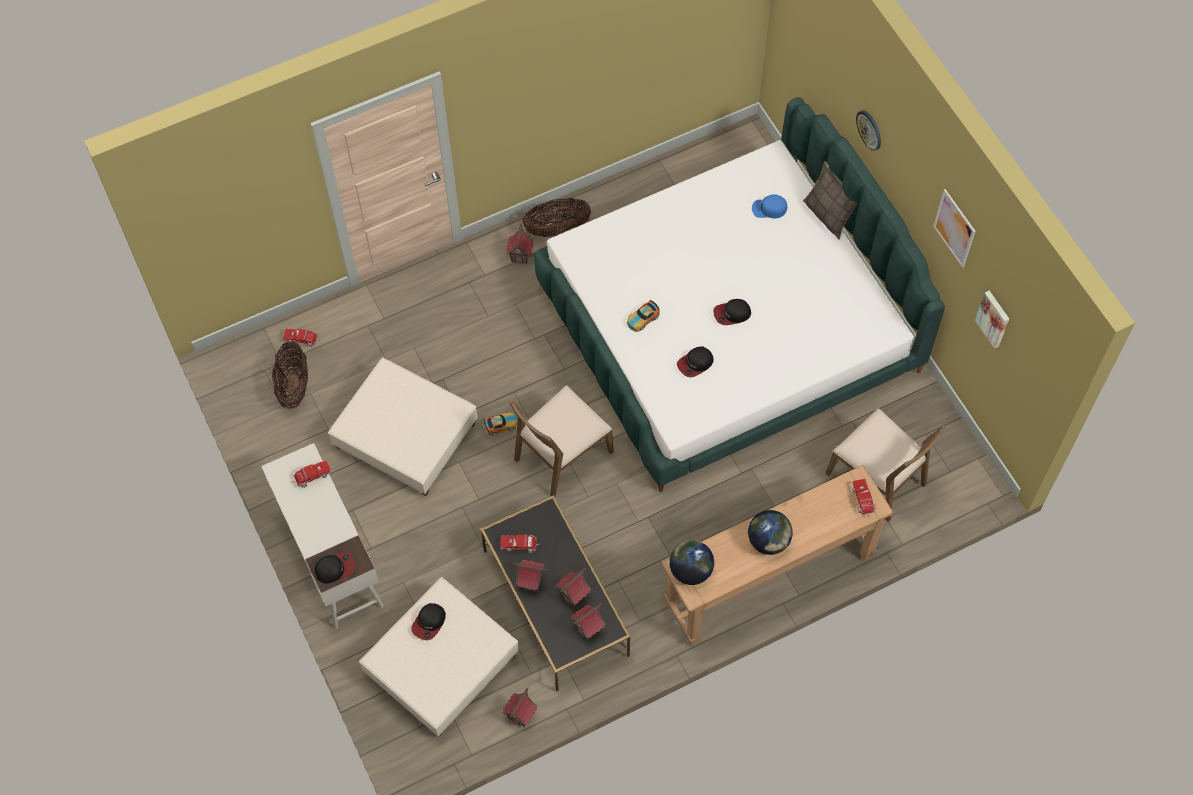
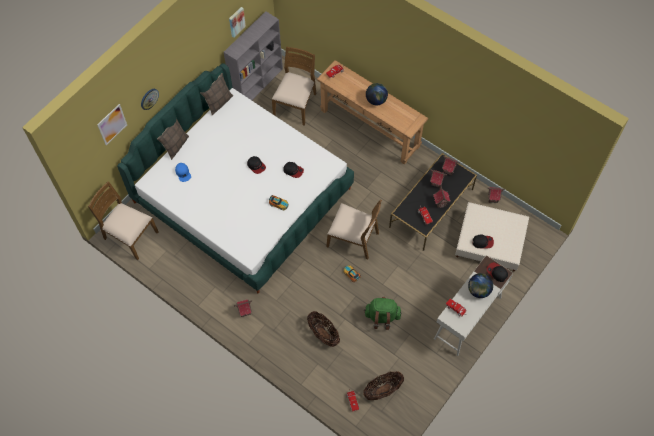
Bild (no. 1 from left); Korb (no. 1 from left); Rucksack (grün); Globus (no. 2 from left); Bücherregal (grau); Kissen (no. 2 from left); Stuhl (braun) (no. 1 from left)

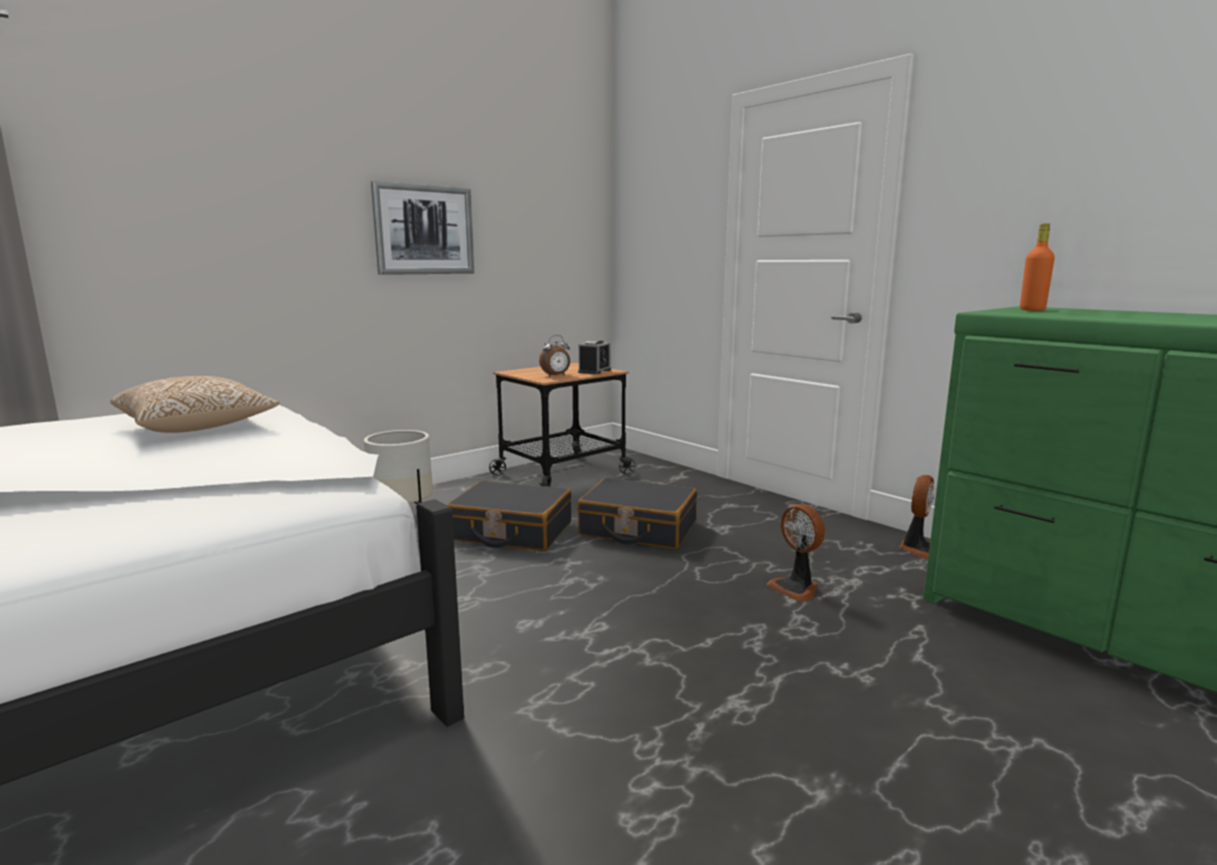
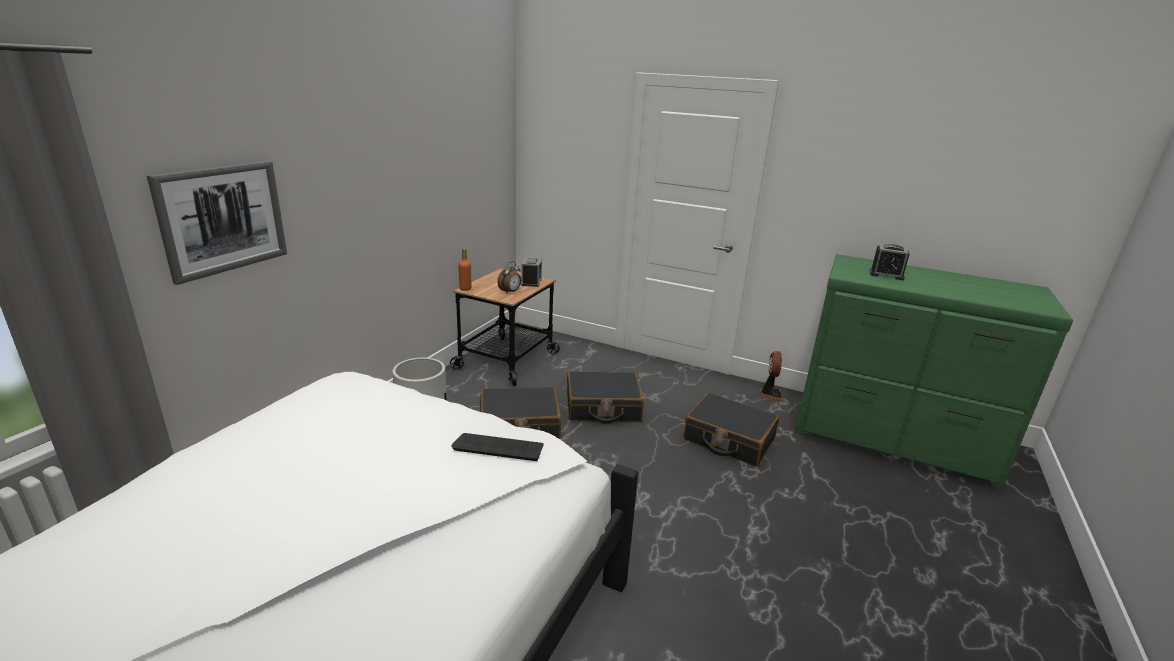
Bild; Flasche (orange); Kissen; Koffer (schwarz) (no. 3 from left); Wecker (no. 3 from left); Tastatur

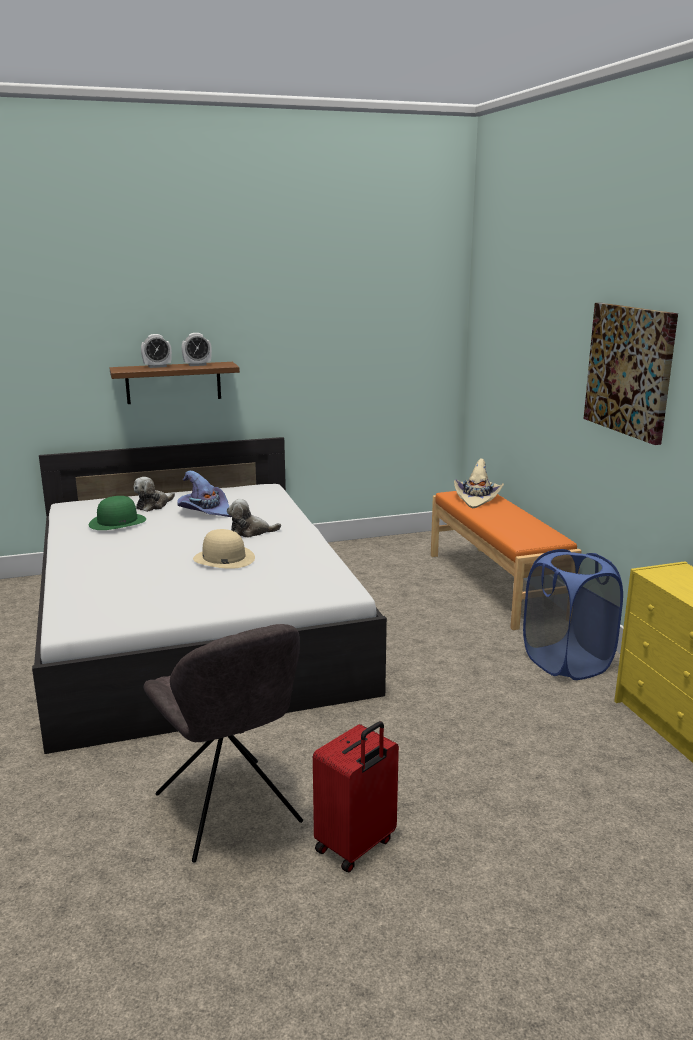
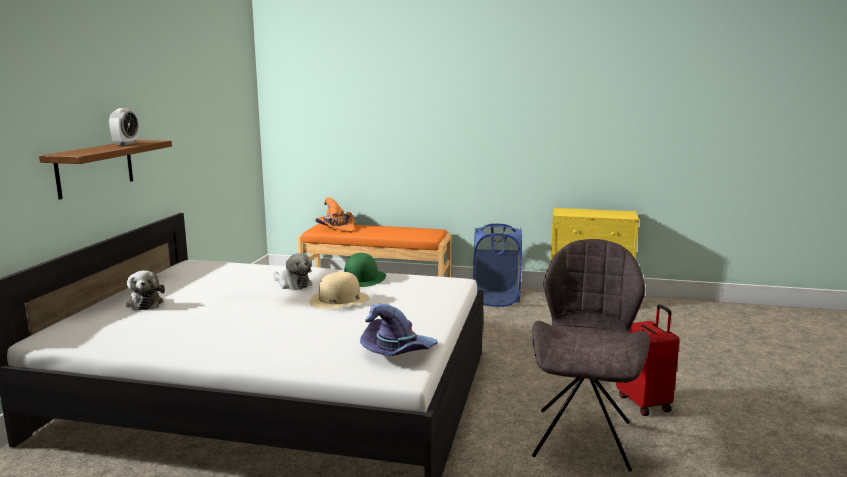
Bild; Wecker (no. 1 from left in the first image); Hut (orange); Hut (lila); Hut (grün); Plüschtier (no. 2 from left); Stuhl (grau)

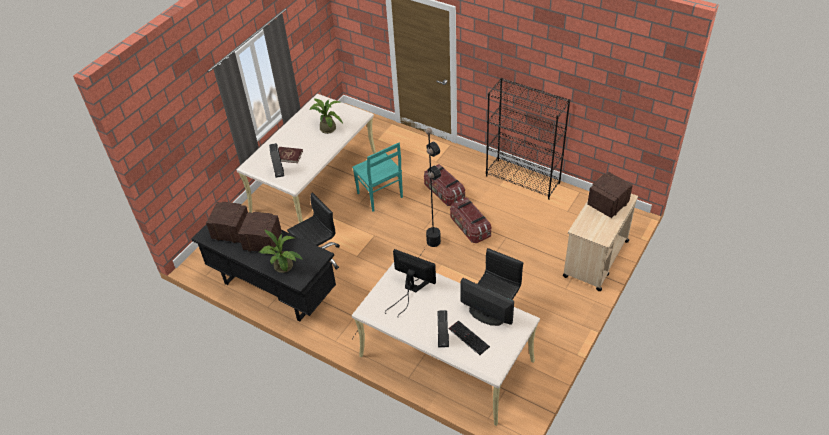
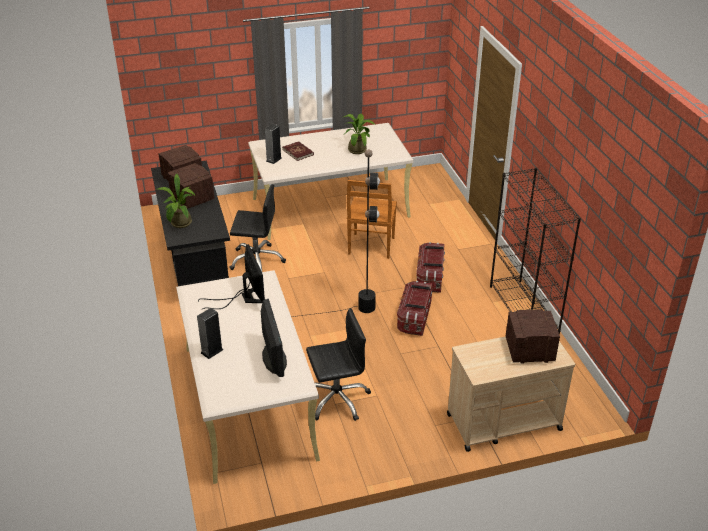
Stuhl (braun); Tastatur

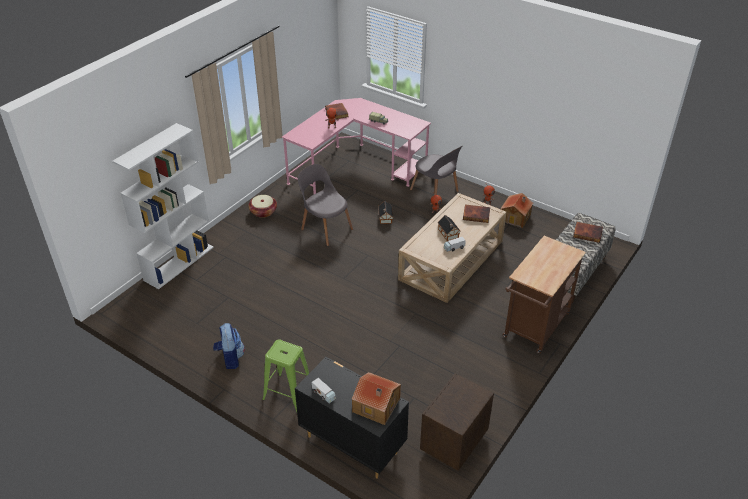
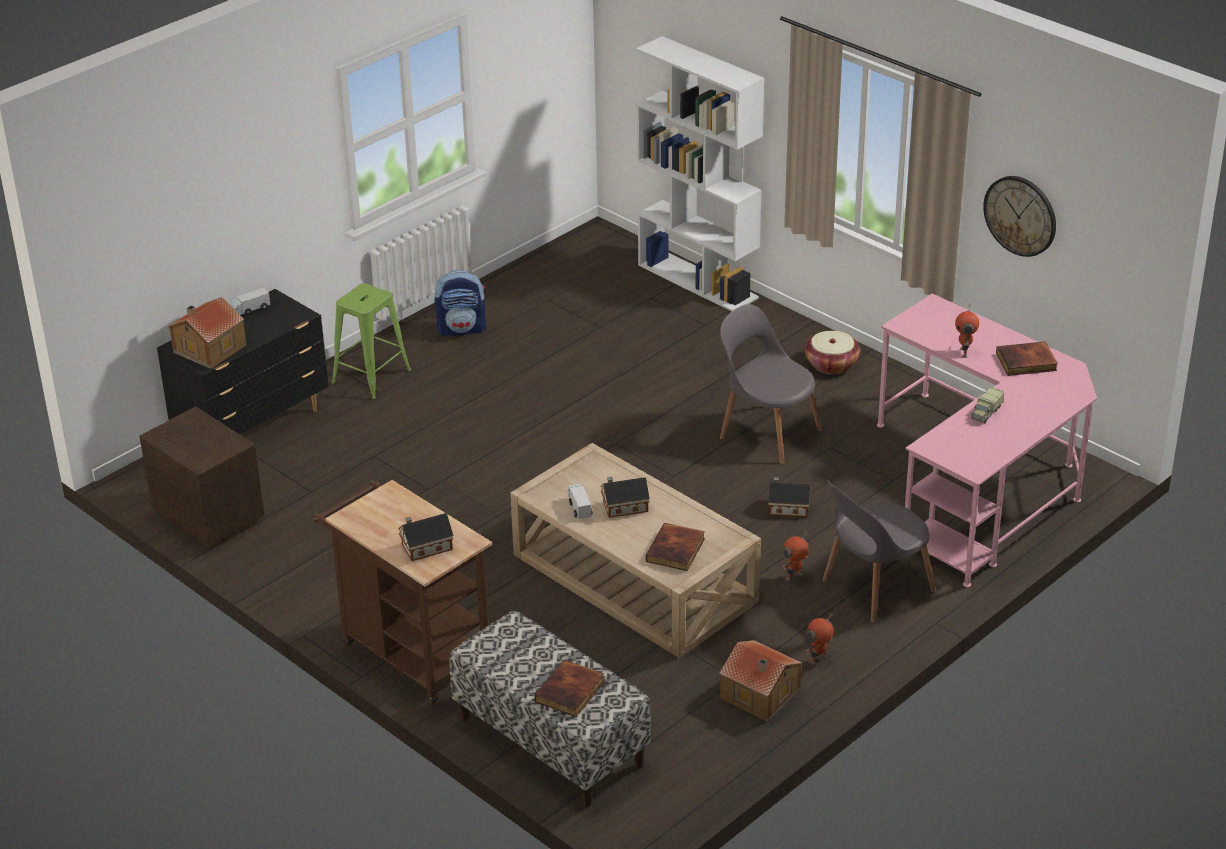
Stuhl (grau) (no. 1 from left); Wanduhr; Spielzeughaus (no. 2 from left)

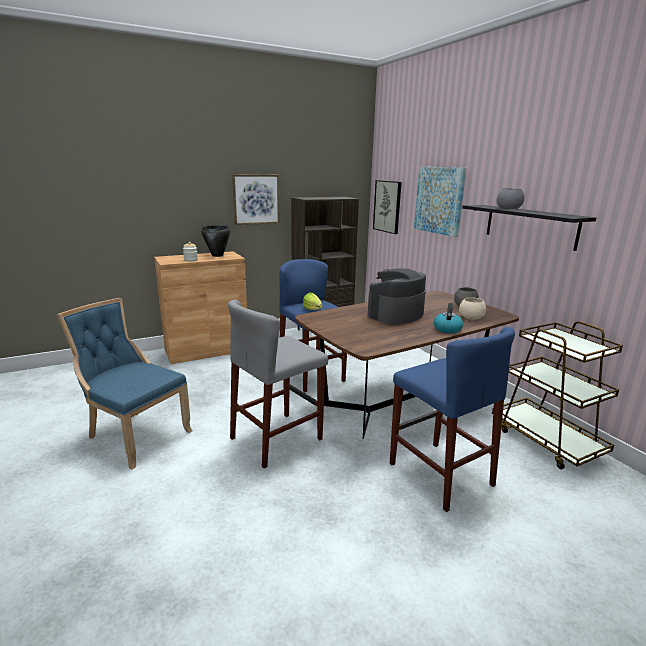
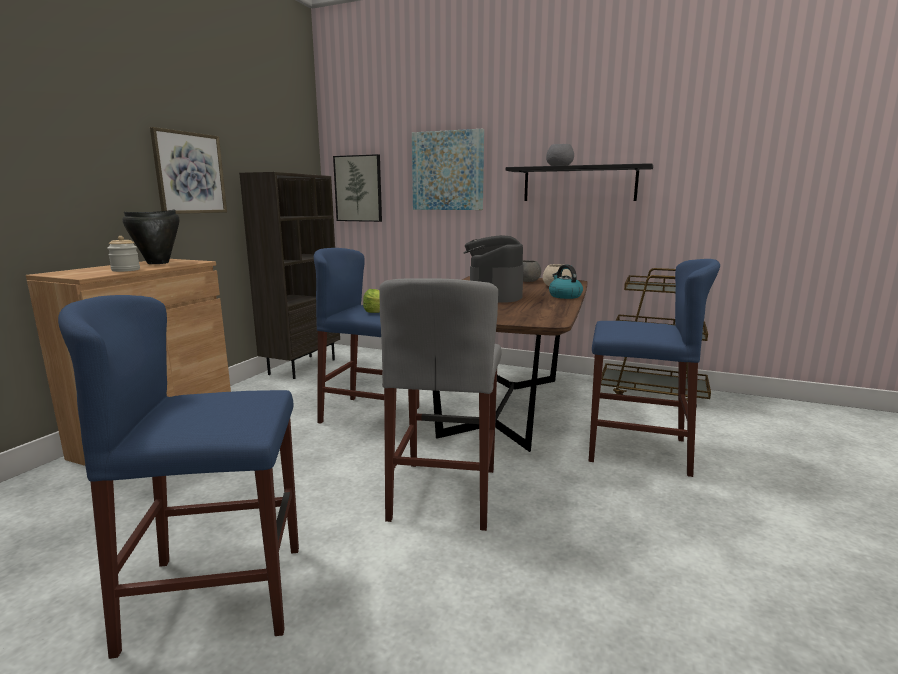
Hocker (blau) (no. 1 from left)

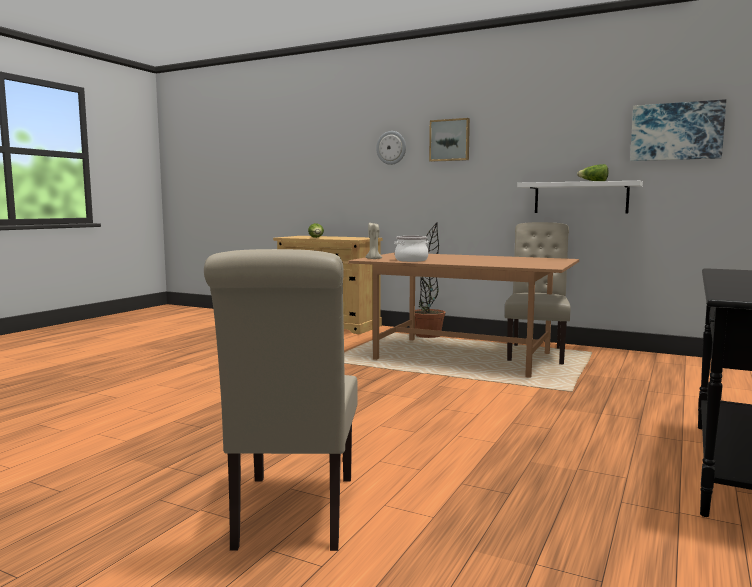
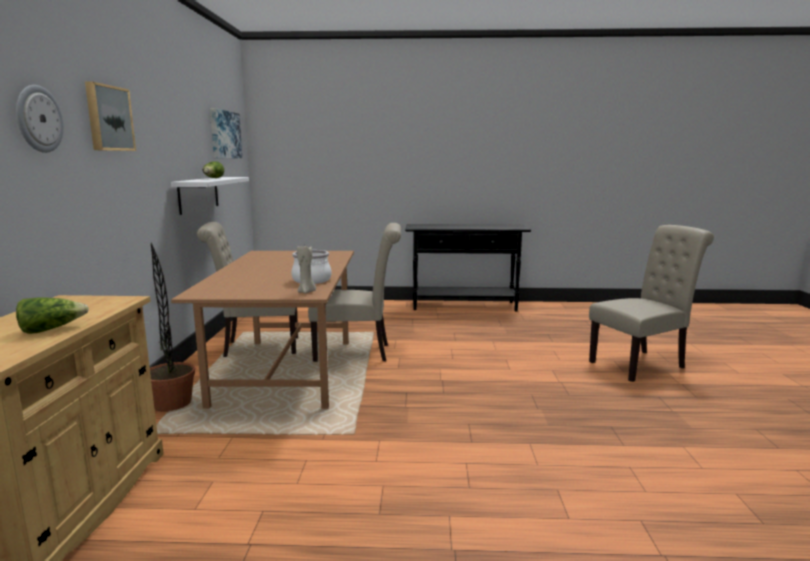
Stuhl (beige) (no. 2 from left)

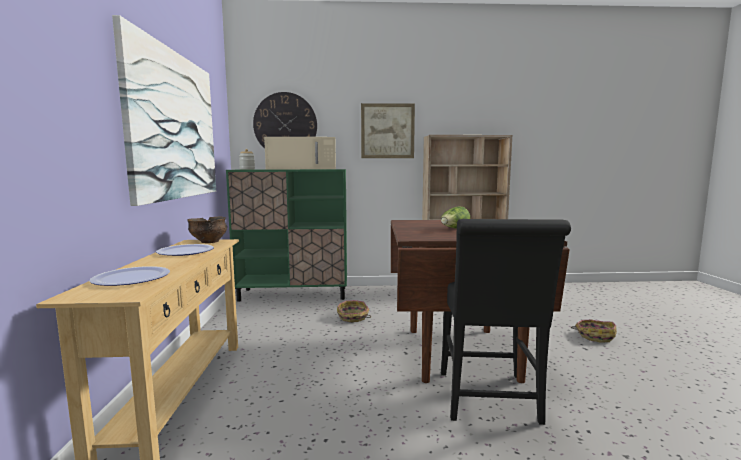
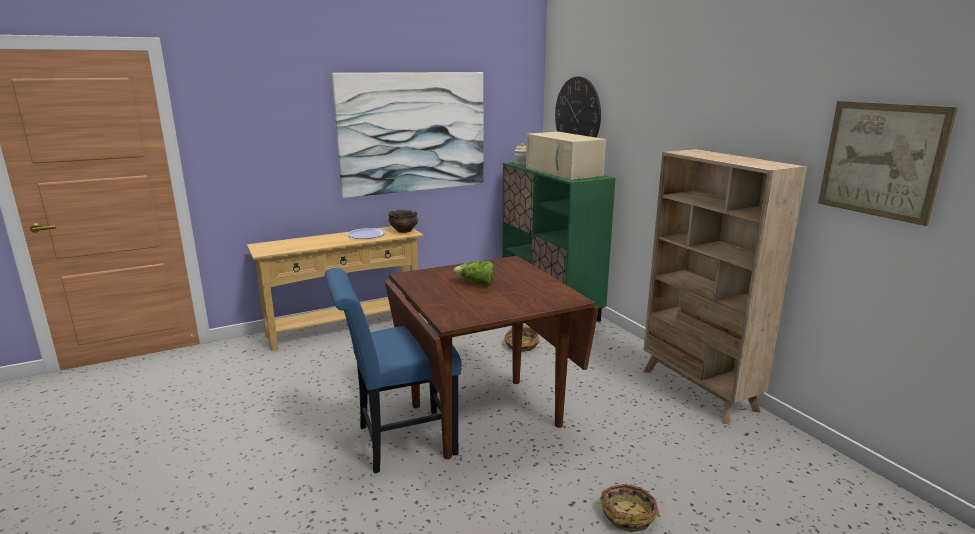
Bild (no. 2 from left); Stuhl (blau); Teller (no. 1 from left in the first image)

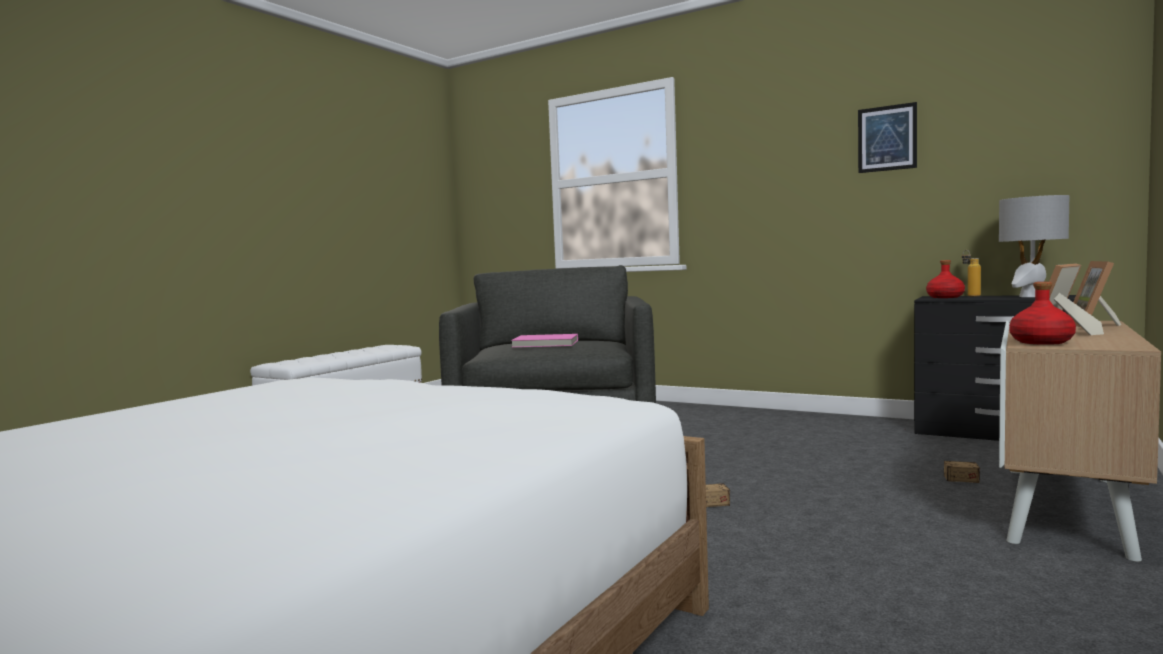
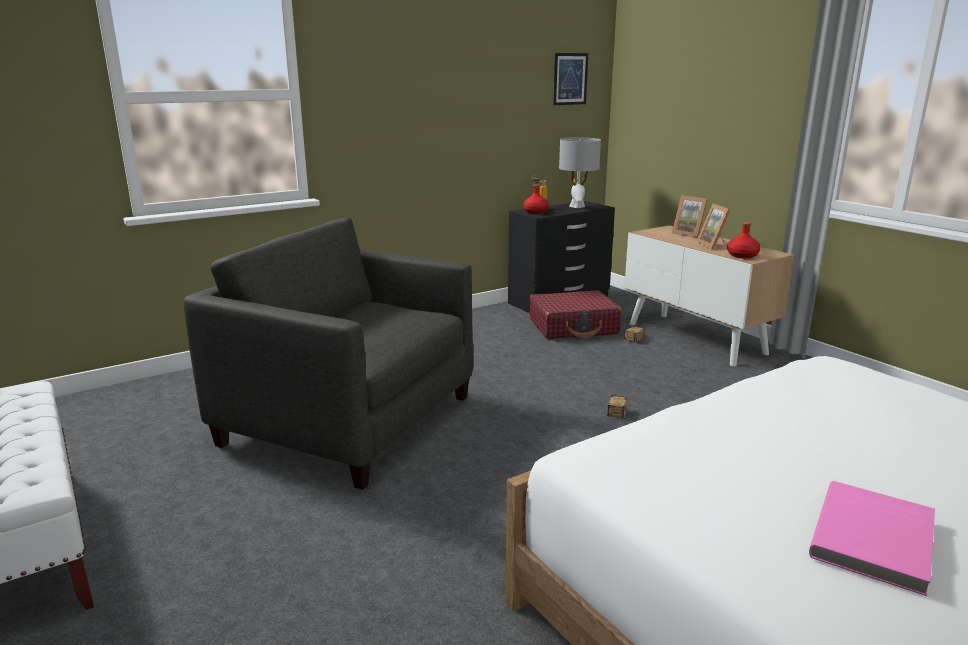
Bild; Buch (rosa); Koffer (rot)

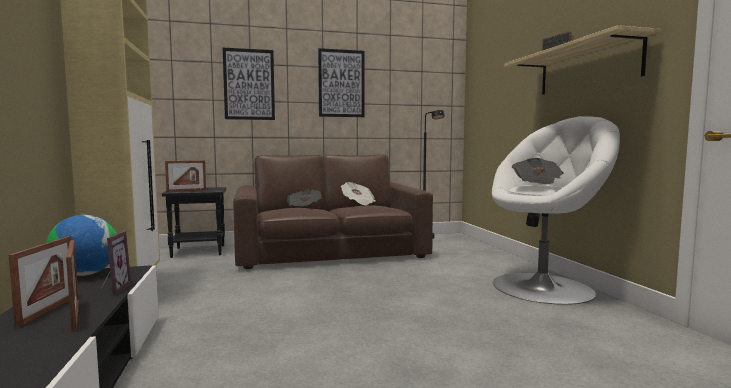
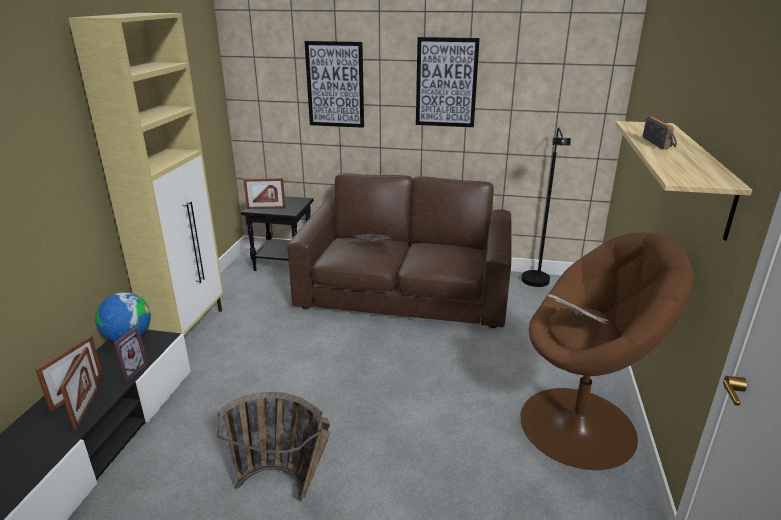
Sessel (braun); Zeitung (no. 2 from left in the first image); Korb

